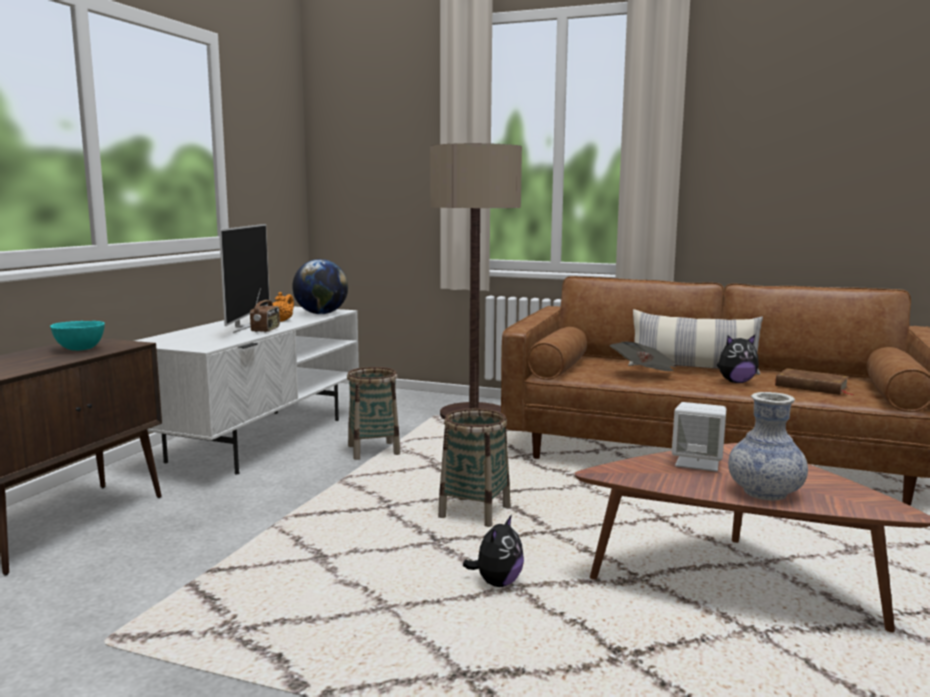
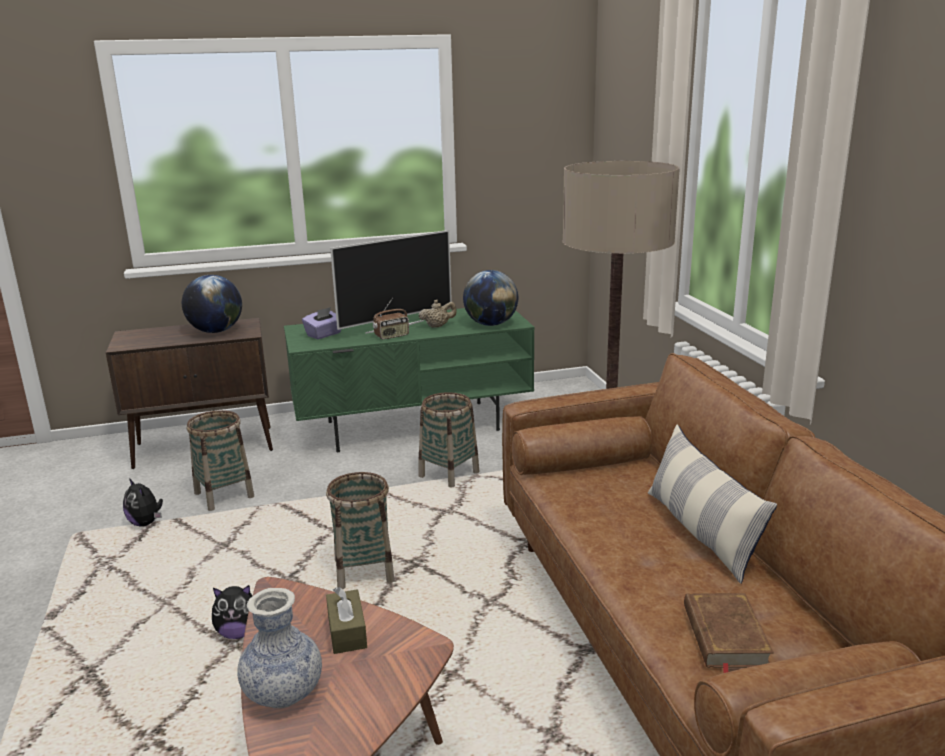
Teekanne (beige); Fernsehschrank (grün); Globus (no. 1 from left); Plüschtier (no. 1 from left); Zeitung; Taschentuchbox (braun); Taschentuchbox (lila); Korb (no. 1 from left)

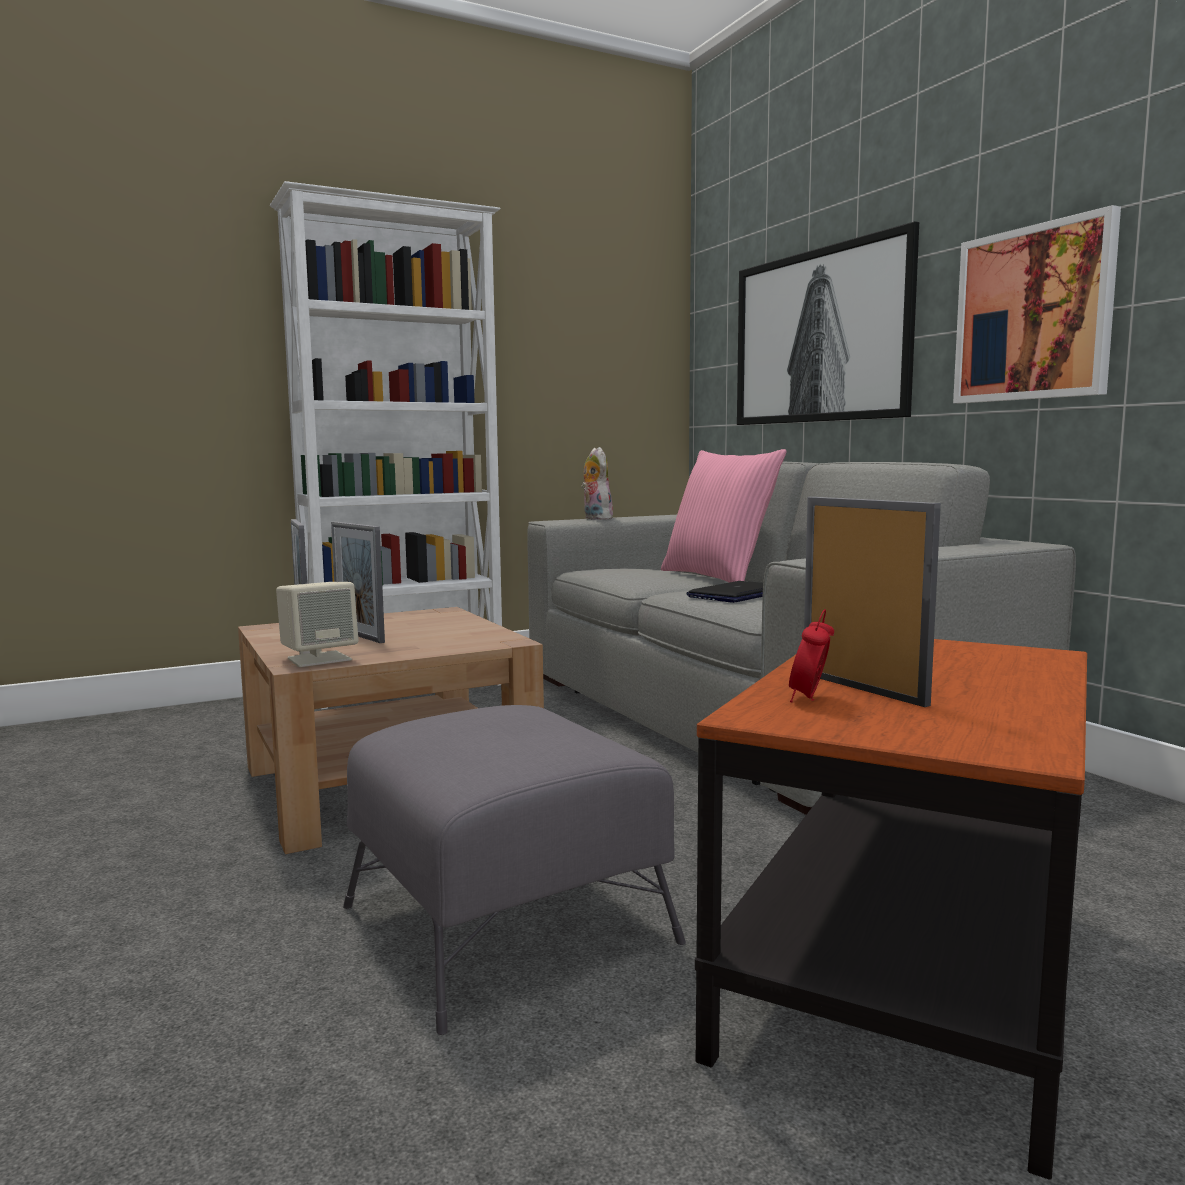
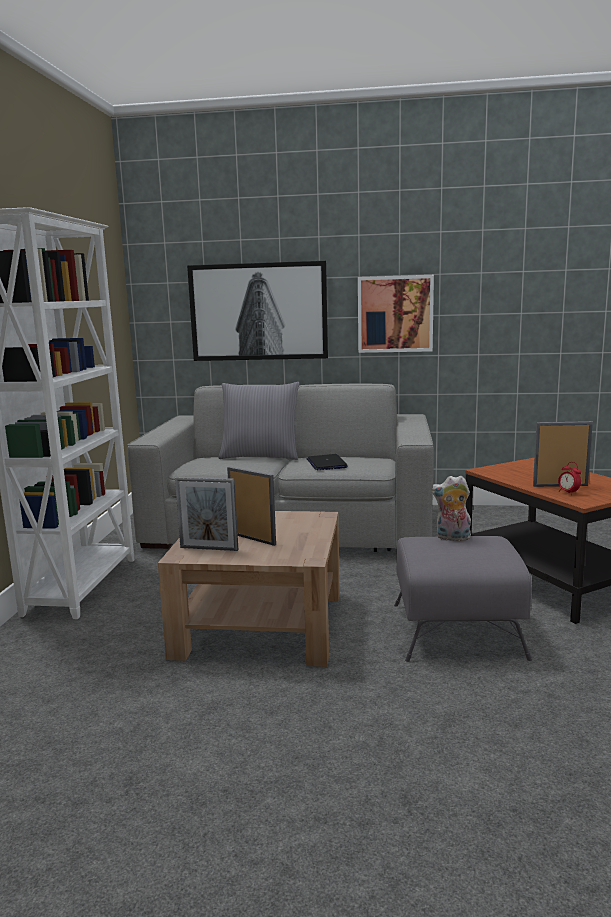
Plüschtier; Kissen (grau); Bilderrahmen (no. 2 from left); Lautsprecher (beige)

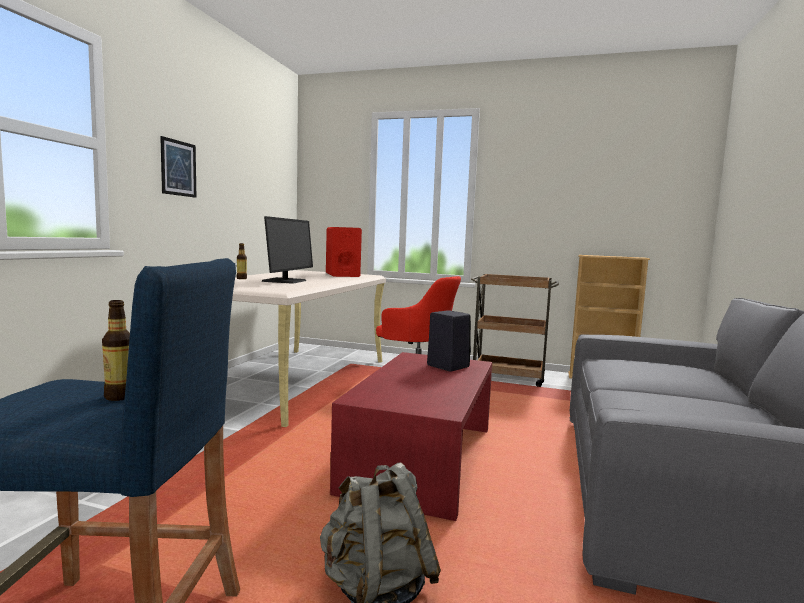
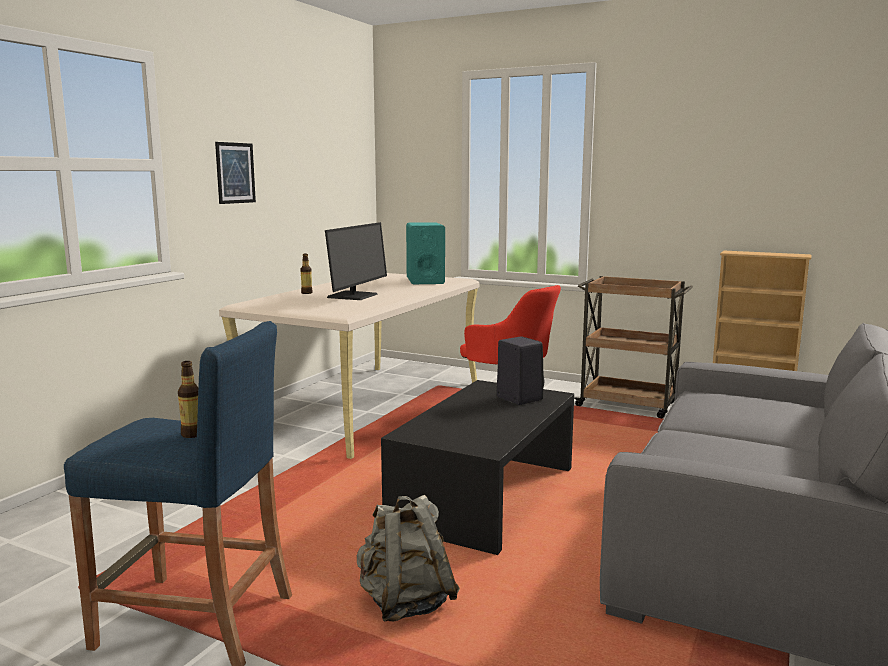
Lautsprecher (türkis); Couchtisch (schwarz)

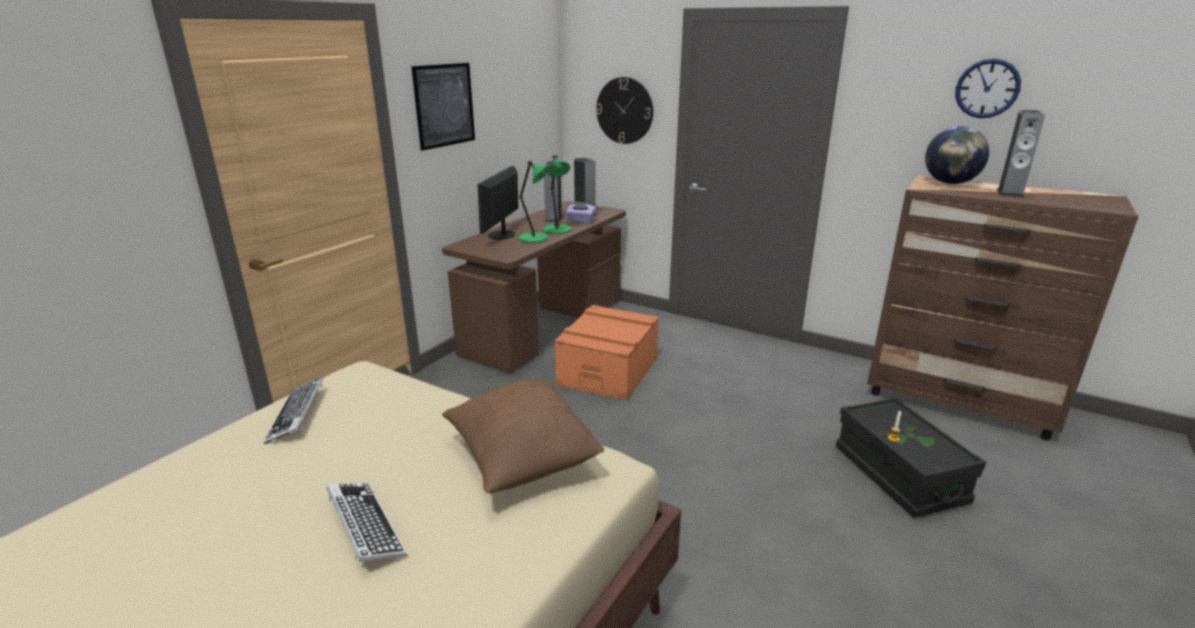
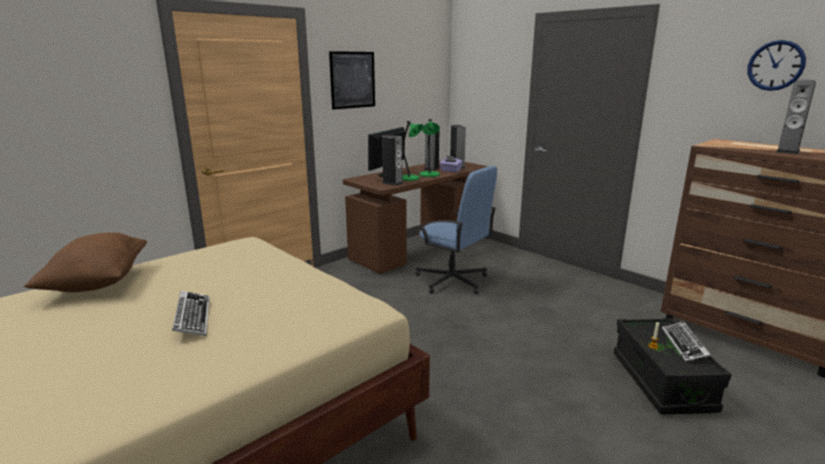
Wanduhr (no. 1 from left in the first image); Globus; Bürostuhl (blau); Tastatur (no. 2 from left); Kissen (braun); Lautsprecher (no. 1 from left)

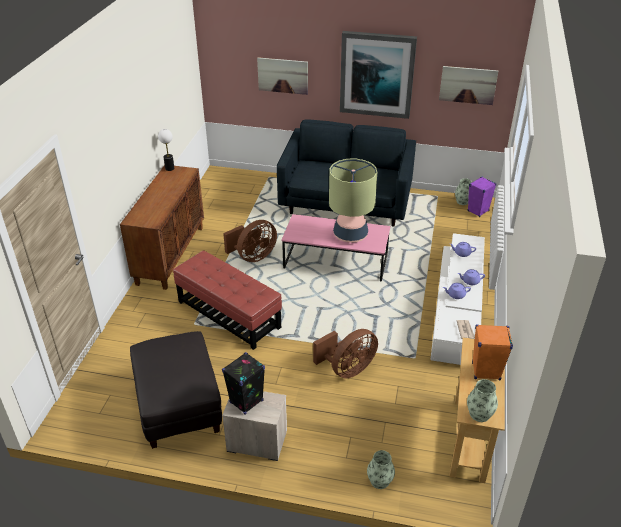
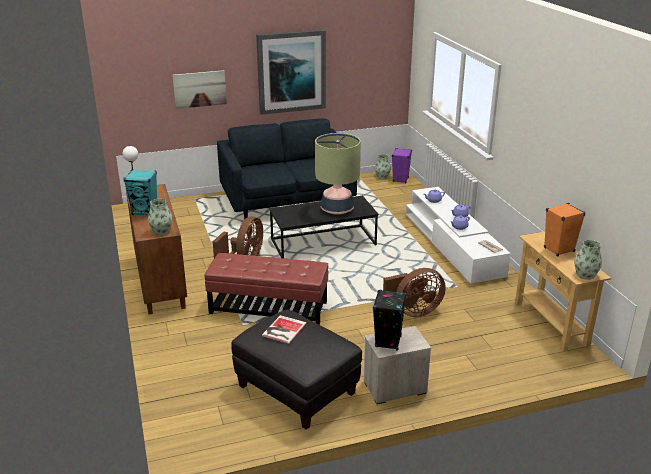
Bild (no. 3 from left in the first image); Couchtisch (schwarz); Ventilator (braun) (no. 2 from left); Vase (no. 1 from left); Lautsprecher (türkis); Buch

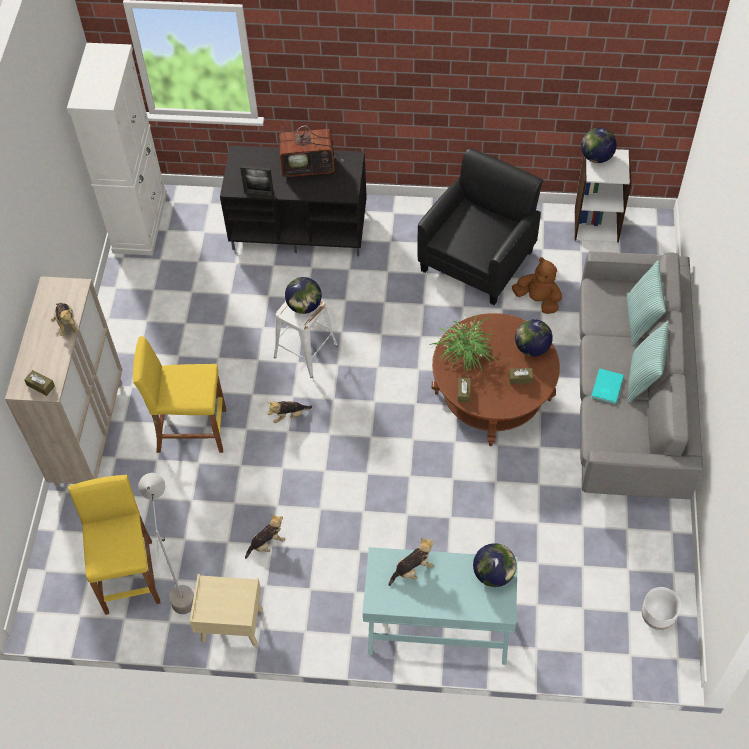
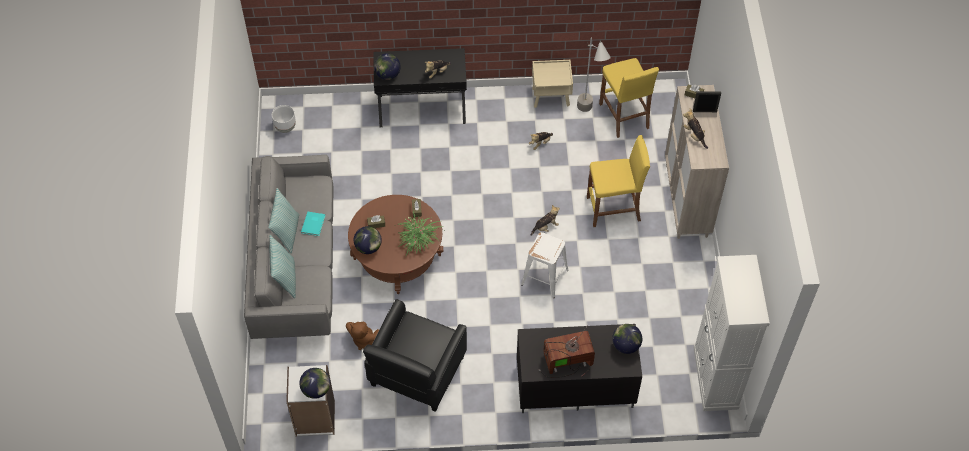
Bilderrahmen; Globus (no. 4 from left); Konsolentisch (schwarz)

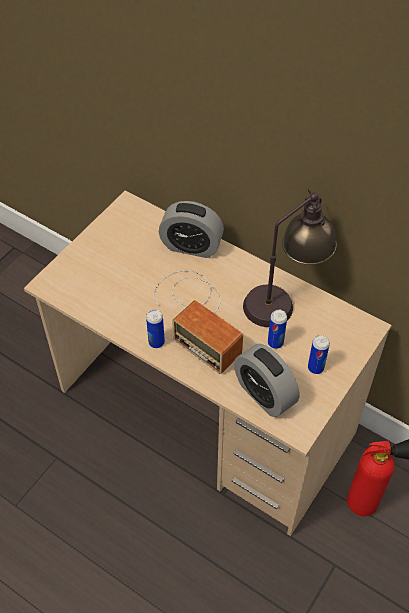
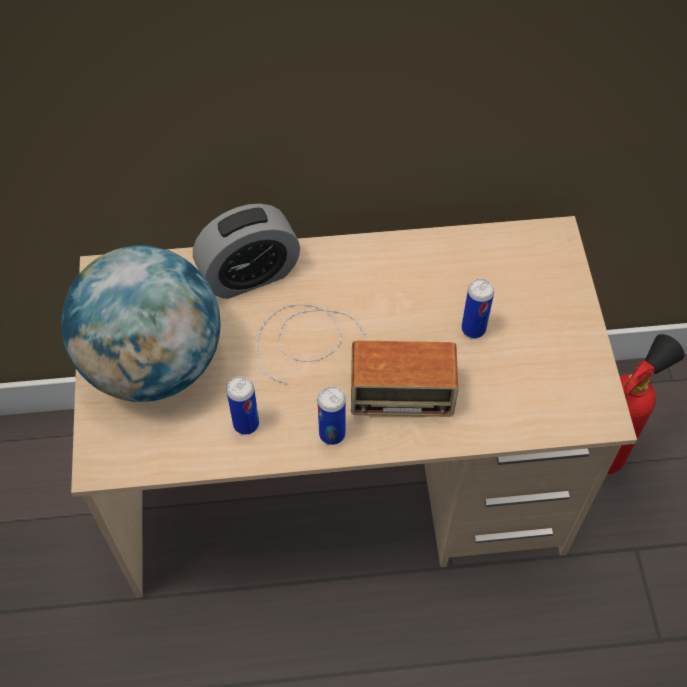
Tischlampe; Dose (no. 1 from left); Wecker (no. 2 from left in the first image); Globus

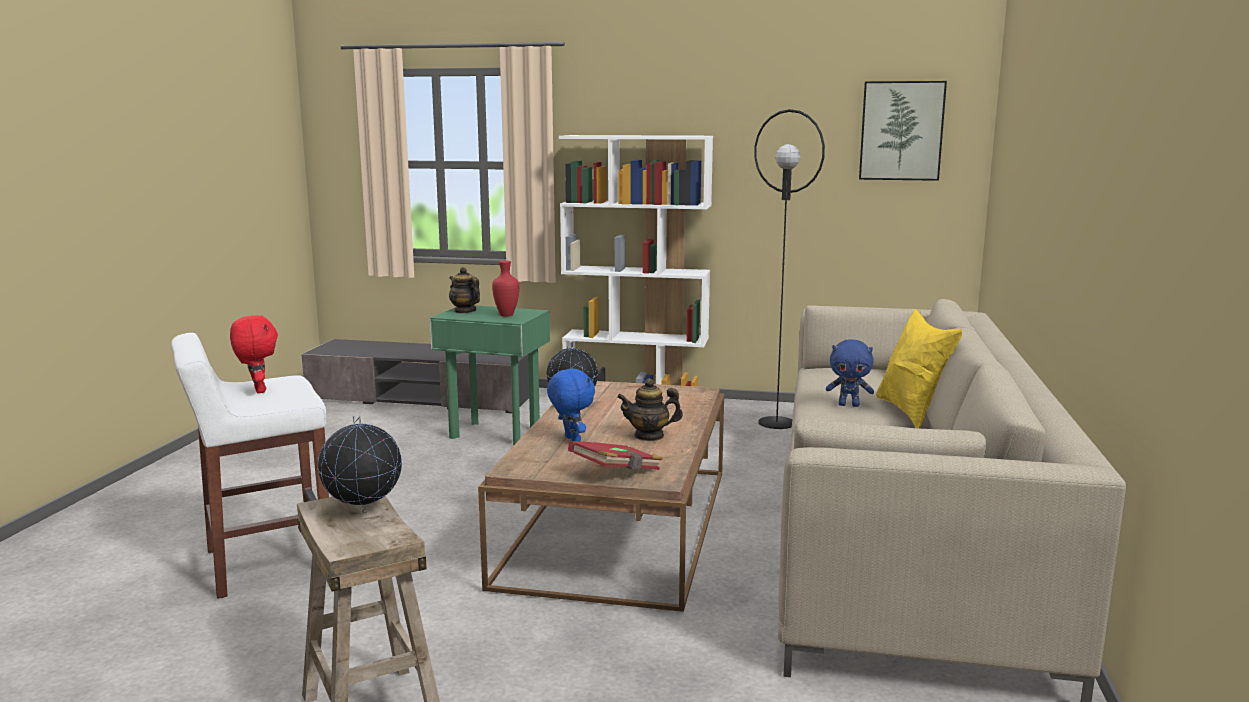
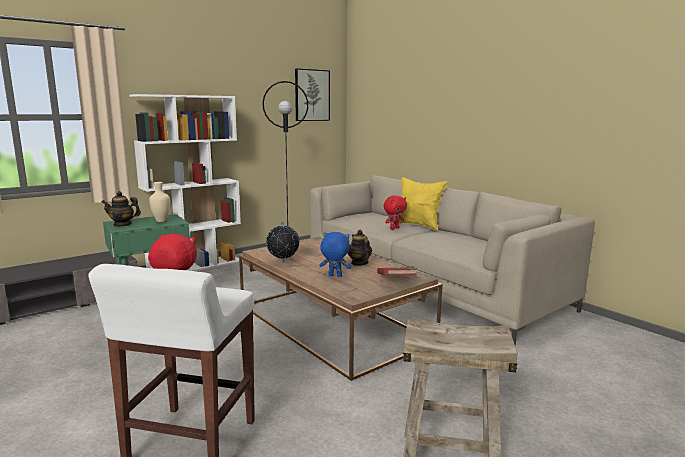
Vase (beige); Plüschtier (rot) (no. 2 from left); Teekanne (no. 2 from left); Globus (no. 1 from left in the first image)

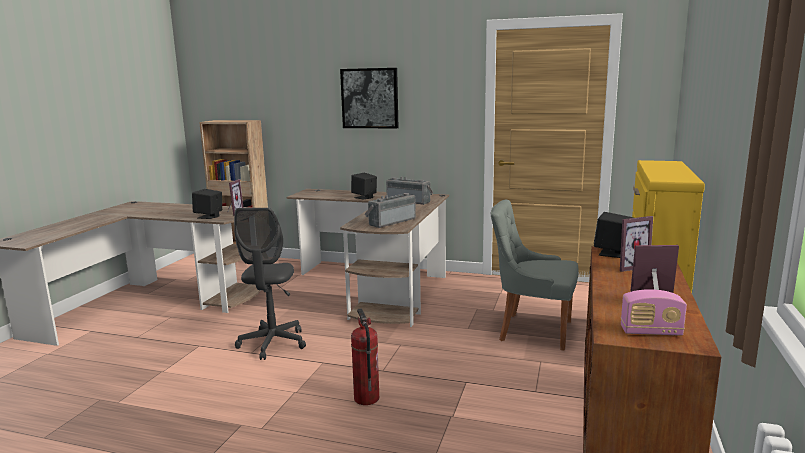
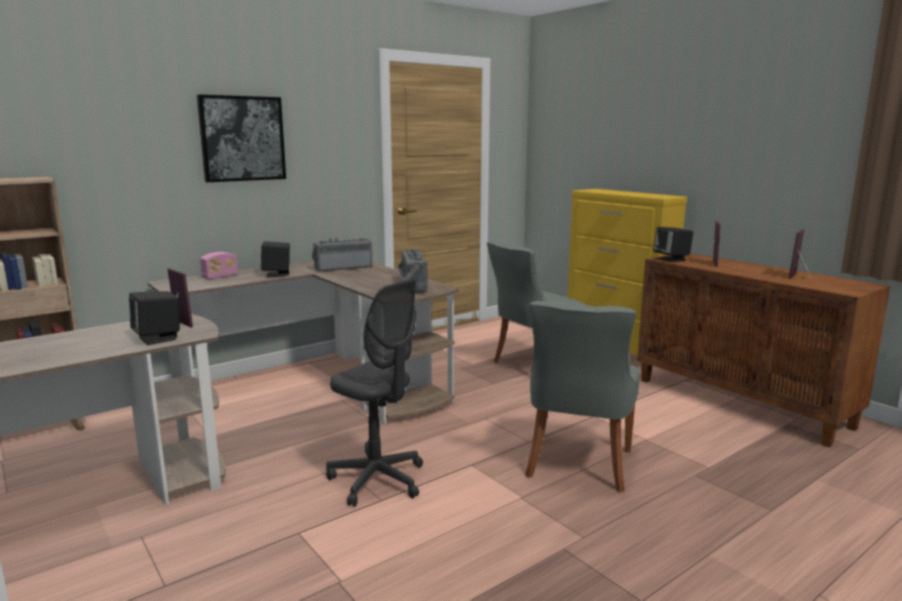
Radio (no. 1 from left); Stuhl (grau) (no. 2 from left)

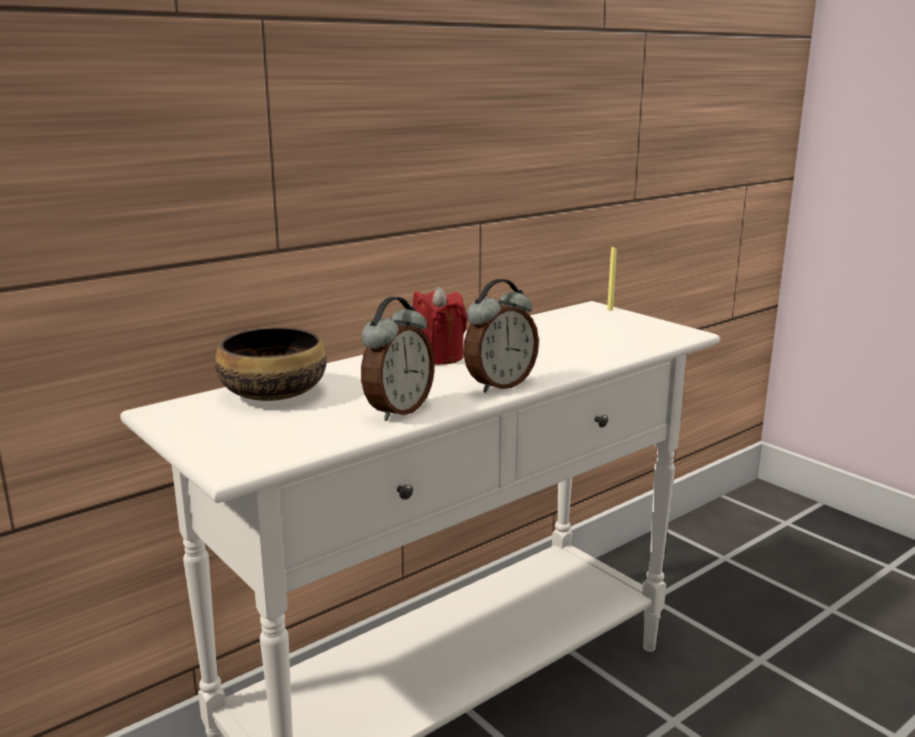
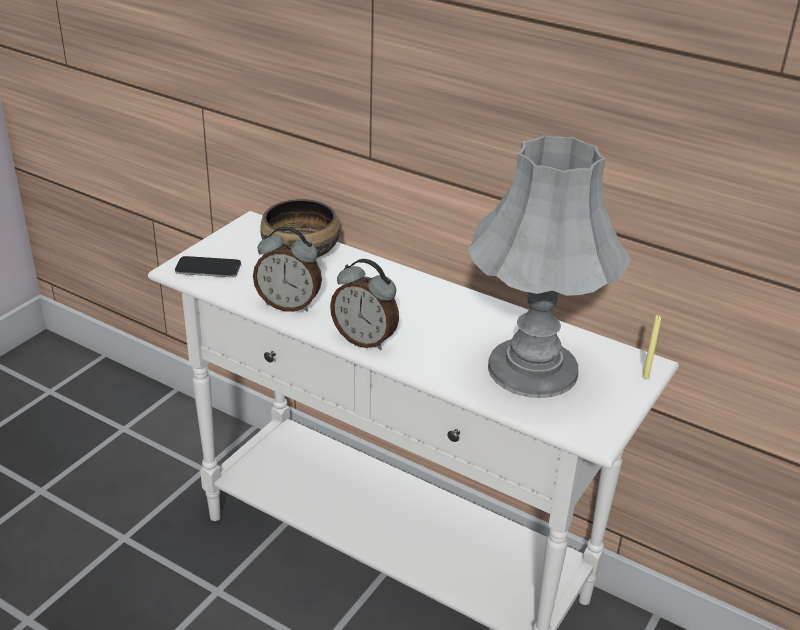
Kerze (rot); Tischlampe (grau); Handy

